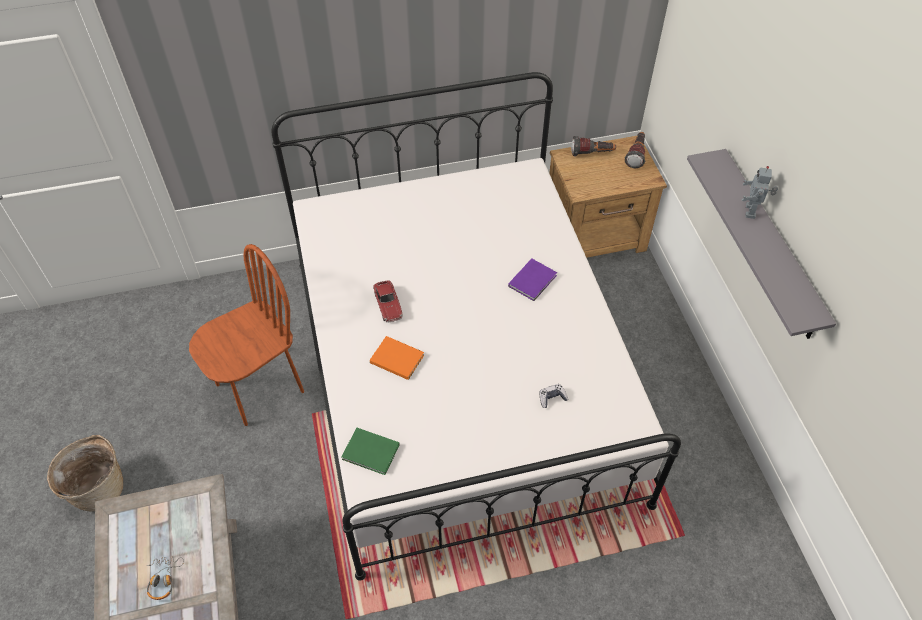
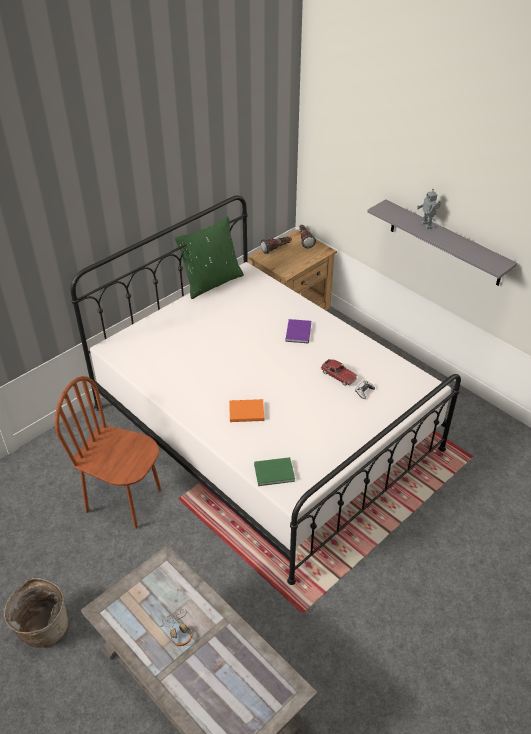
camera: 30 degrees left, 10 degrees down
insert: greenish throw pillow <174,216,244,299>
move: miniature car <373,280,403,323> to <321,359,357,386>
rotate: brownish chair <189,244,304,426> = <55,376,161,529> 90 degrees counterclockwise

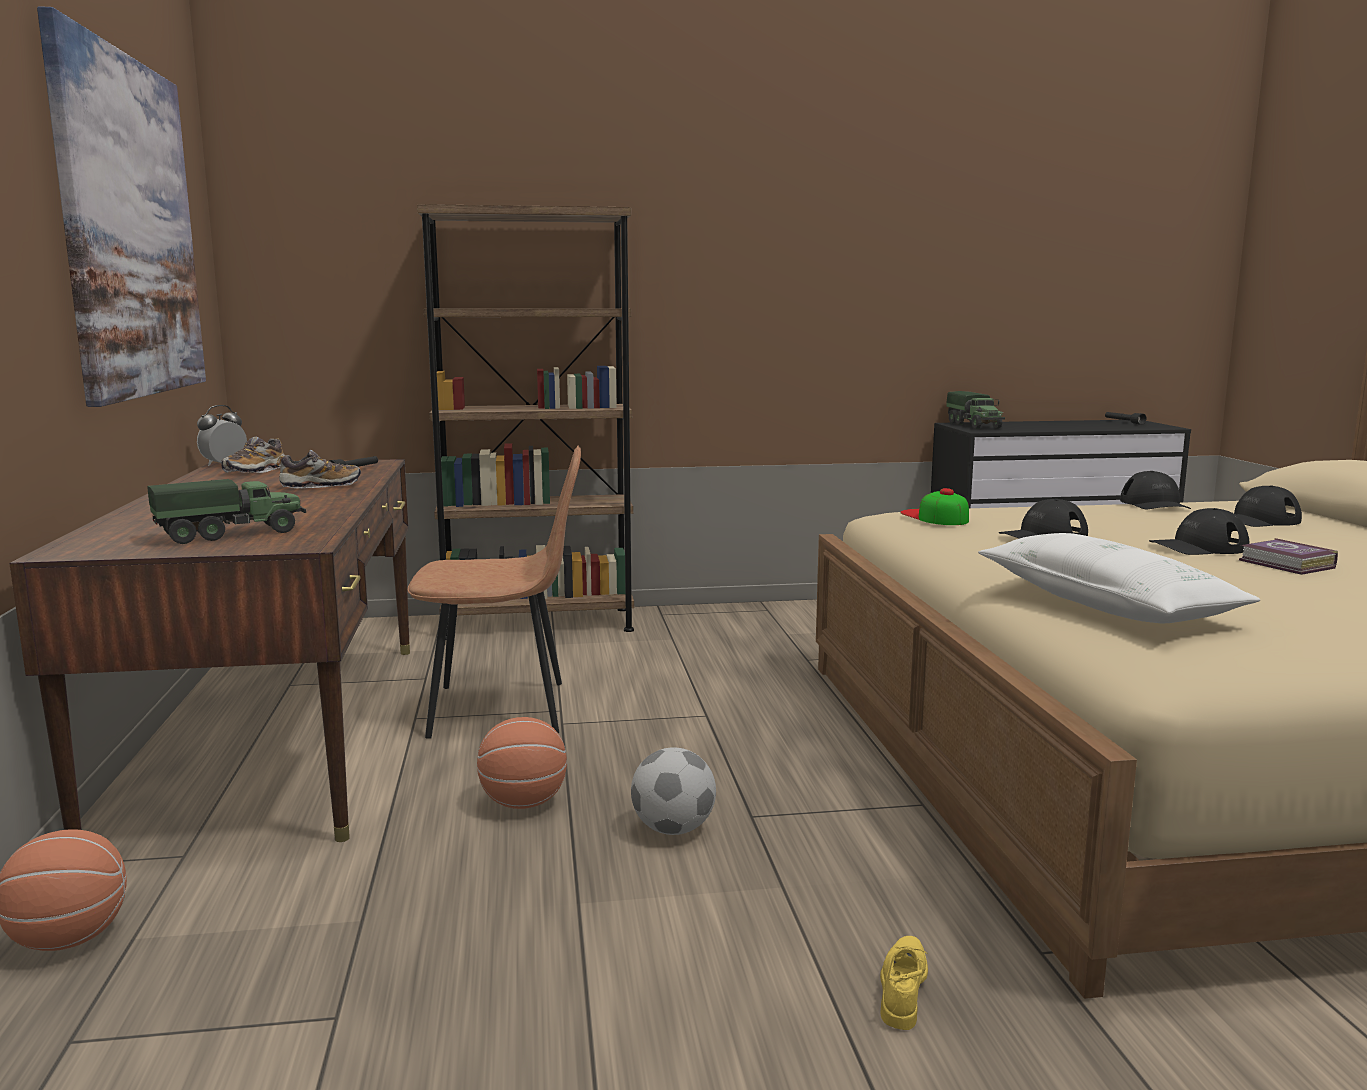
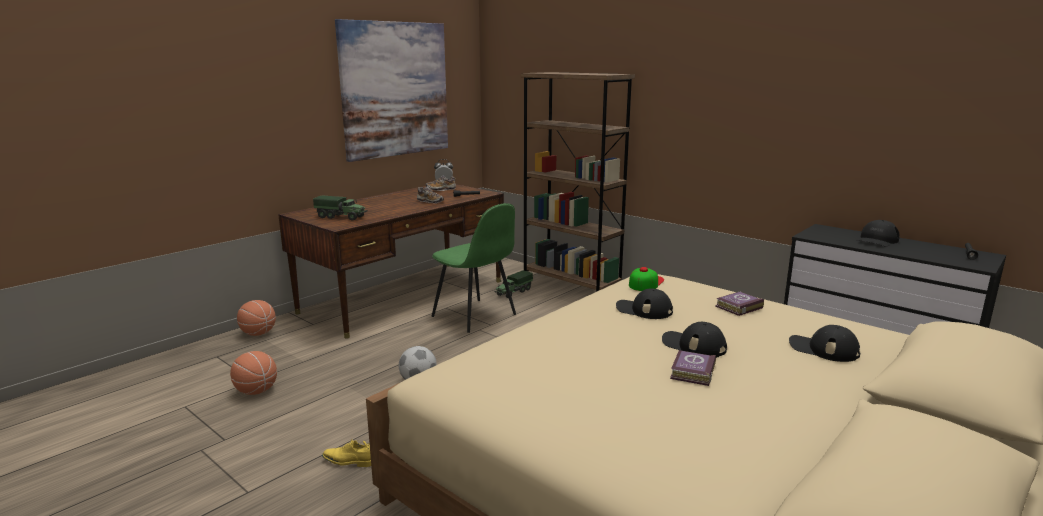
camera: 50 degrees right, 5 degrees up
delete: white-coloured throw pillow <978,533,1260,623>
insert: bound book <715,292,764,316>
move: ball for basketball <477,717,567,809> to <230,351,277,395>; toy truck <946,391,1005,429> to <494,270,533,298>; black-coloured peaked cap <1120,471,1191,509> to <856,220,900,246>
recolor: brownish chair <407,445,581,739> to greenish chair <432,203,516,333>
rotate: yellowish low shoe <880,936,928,1030> = <322,439,371,467> 150 degrees counterclockwise

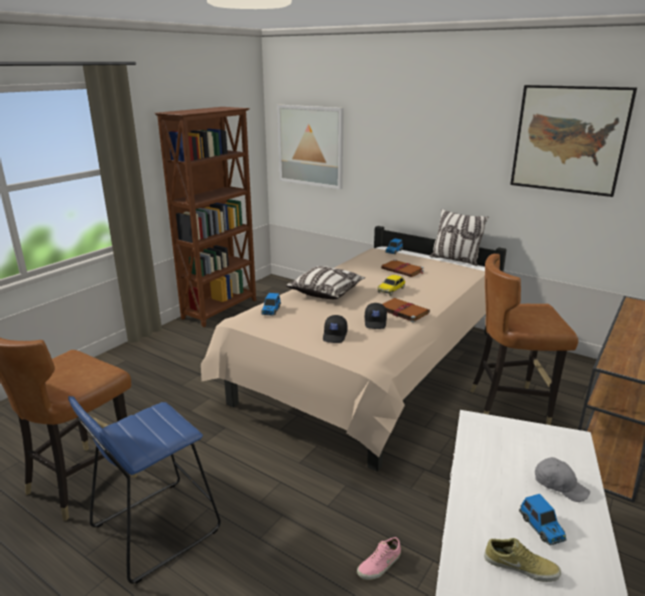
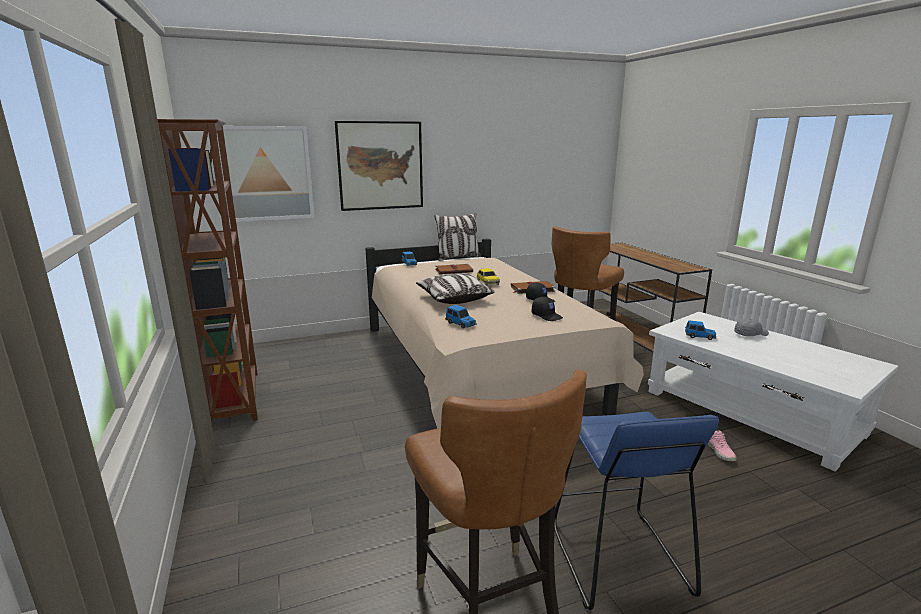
camera: 55 degrees left, 5 degrees down
delete: beige-coloured low shoe <484,538,561,582>
move: wall picture <510,85,637,197> to <335,121,423,211>; miniature car <519,494,566,546> to <685,320,716,340>

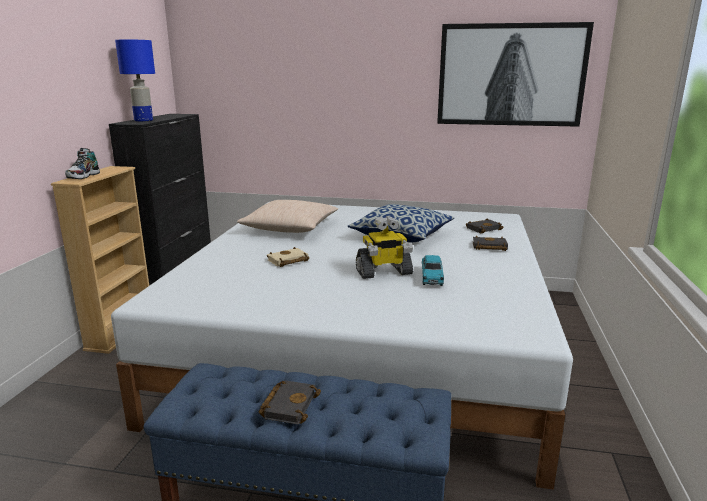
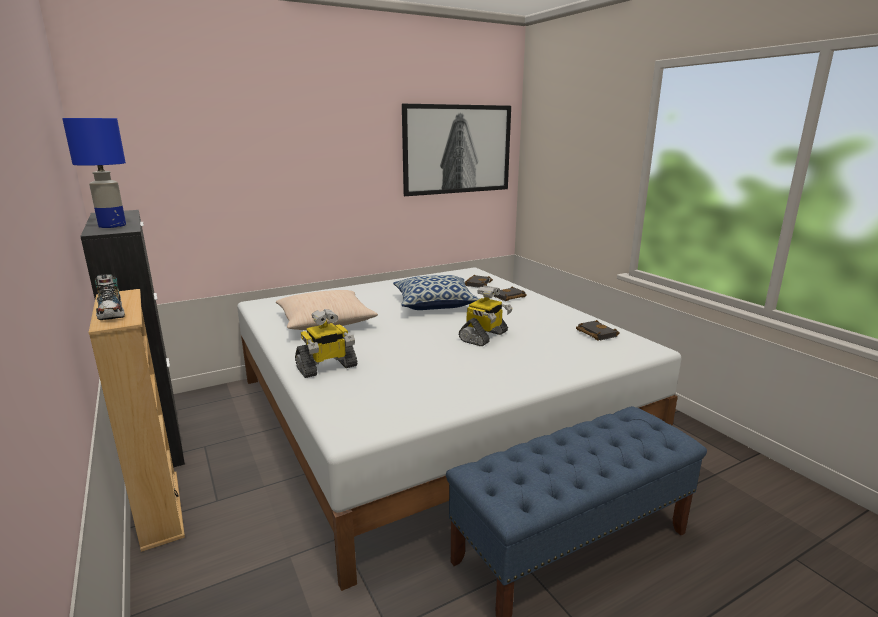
camera: 40 degrees left, 0 degrees up
delete: beige-coloured bound book <267,247,309,267>; blue-green miniature car <422,255,444,286>
insert: model robot <295,309,358,378>
move: black-coloured bound book <258,381,321,425> to <576,320,620,341>

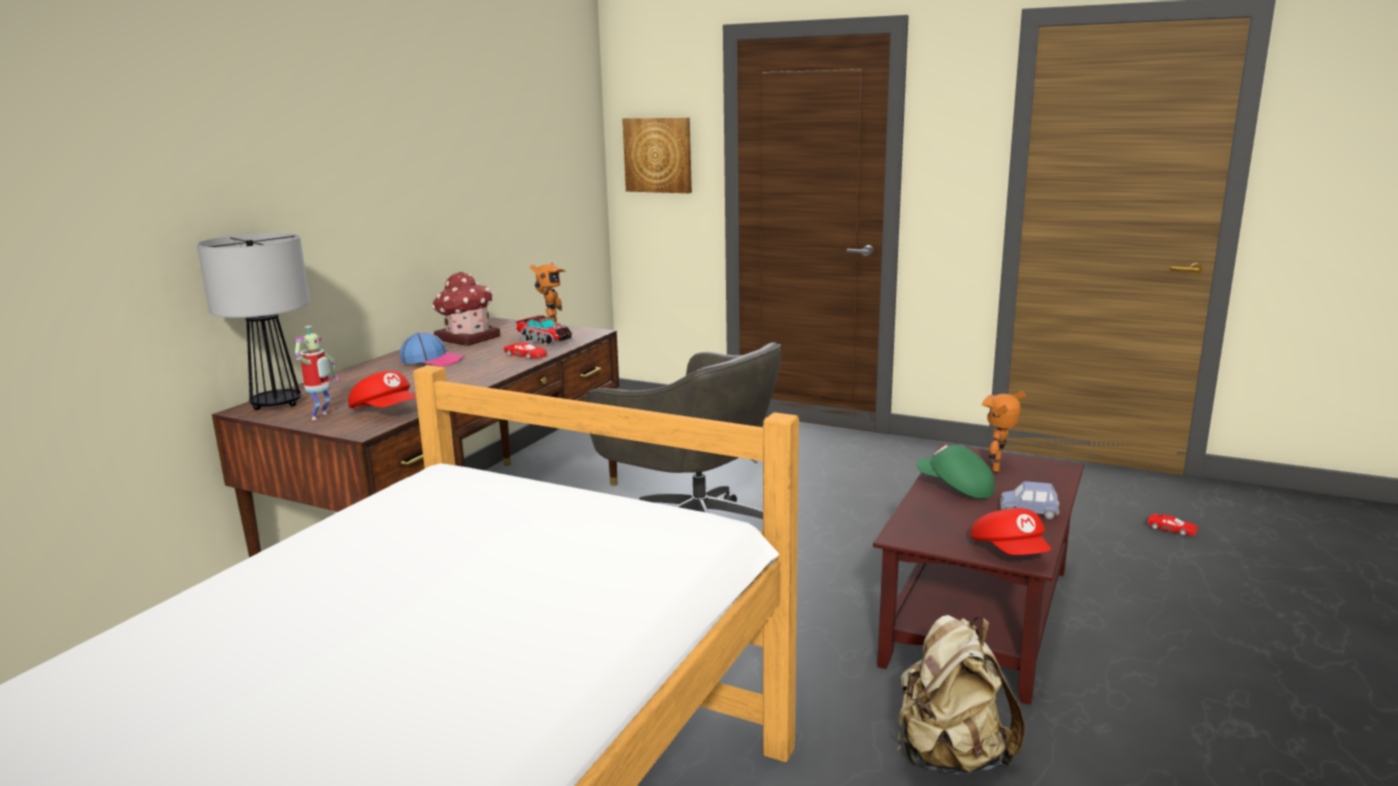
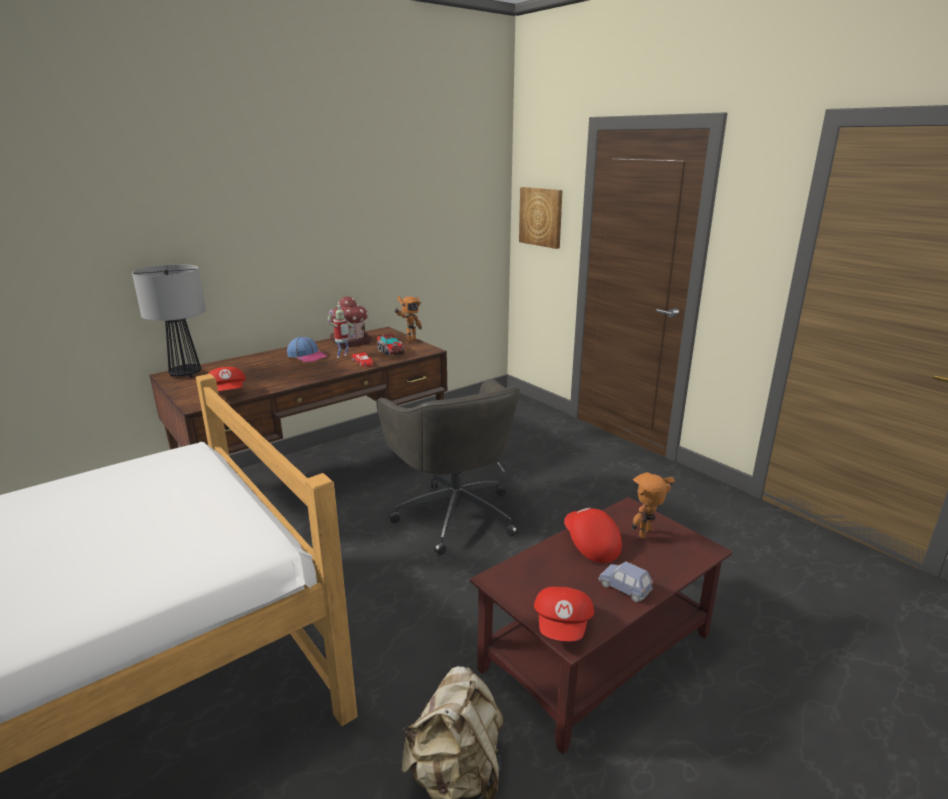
camera: 25 degrees right, 5 degrees up
delete: red-coloured miniature car <1147,513,1198,536>
move: model robot <295,326,338,420> to <327,305,355,358>
recolor: greenish peaked cap <917,445,995,499> to red-coloured peaked cap <564,507,622,563>

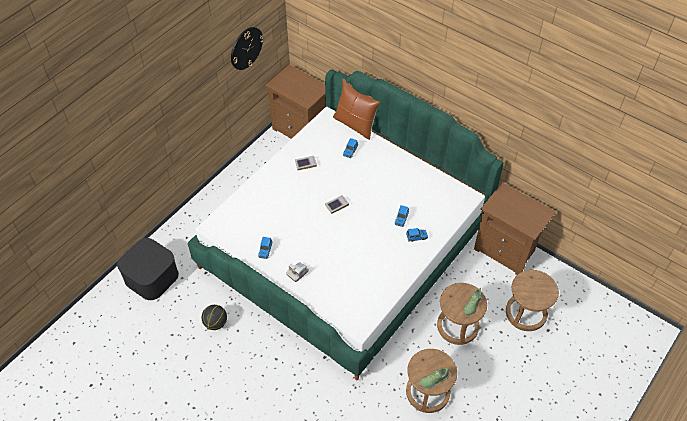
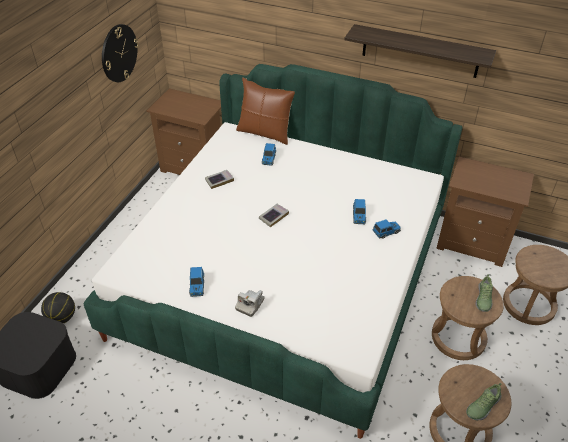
camera: 15 degrees left, 10 degrees down
insert: shelf <344,24,496,78>
move: ball for basketball <202,305,227,330> to <41,292,75,323>

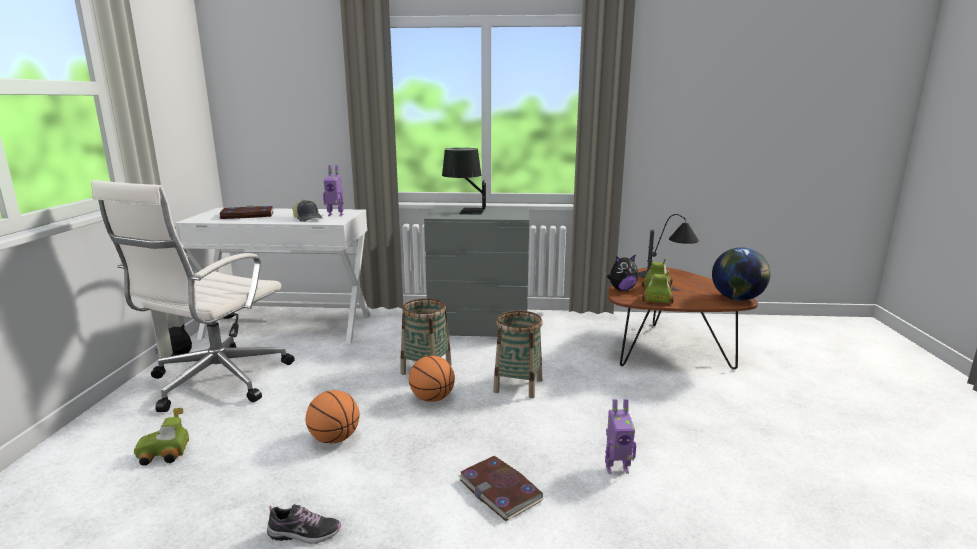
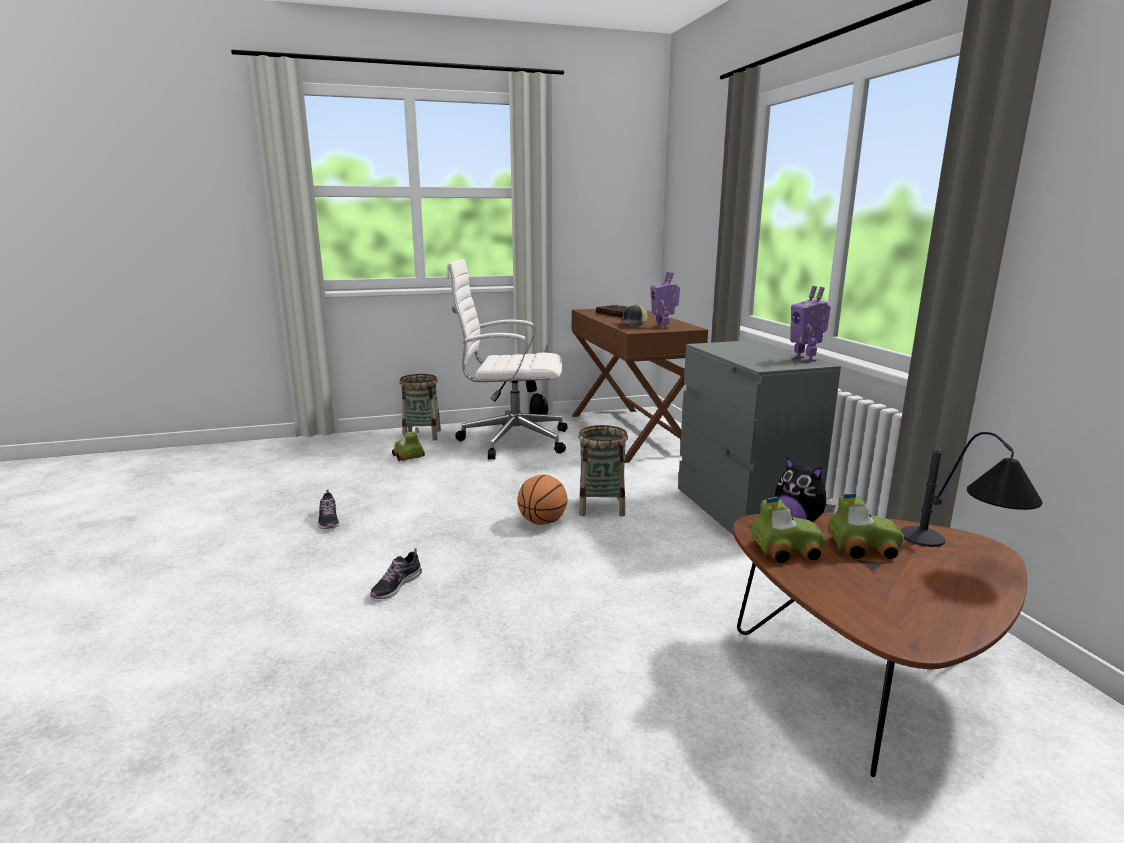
camera: 70 degrees right, 0 degrees up
delete: ball for basketball <306,390,360,443>; black-coloured table lamp <442,148,486,215>; desk globe <712,247,770,301>
move: storage basket <493,311,543,398> to <400,374,441,441>; model robot <605,399,636,474> to <791,286,831,362>
replace: bound book <458,456,543,521> to low shoe <370,548,422,599>
recolor: white-coloured desk <175,208,371,344> to brownish desk <572,309,708,463>

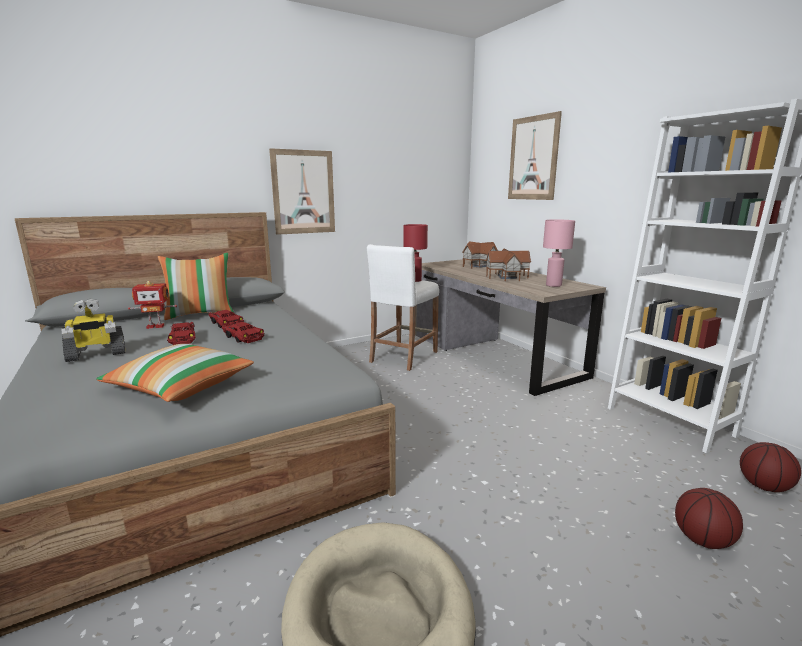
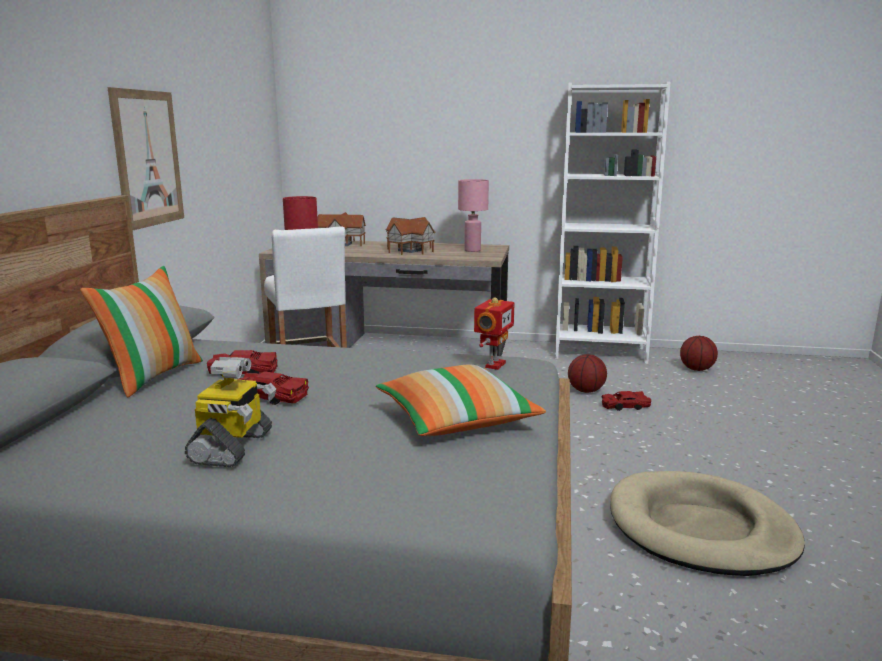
camera: 50 degrees left, 0 degrees up
delete: wall picture <508,111,562,200>
move: model robot <128,281,177,329> to <474,298,514,370>; red-coloured miniature car <222,322,265,343> to <602,391,651,411>; ball for basketball <675,488,743,549> to <568,354,607,393>

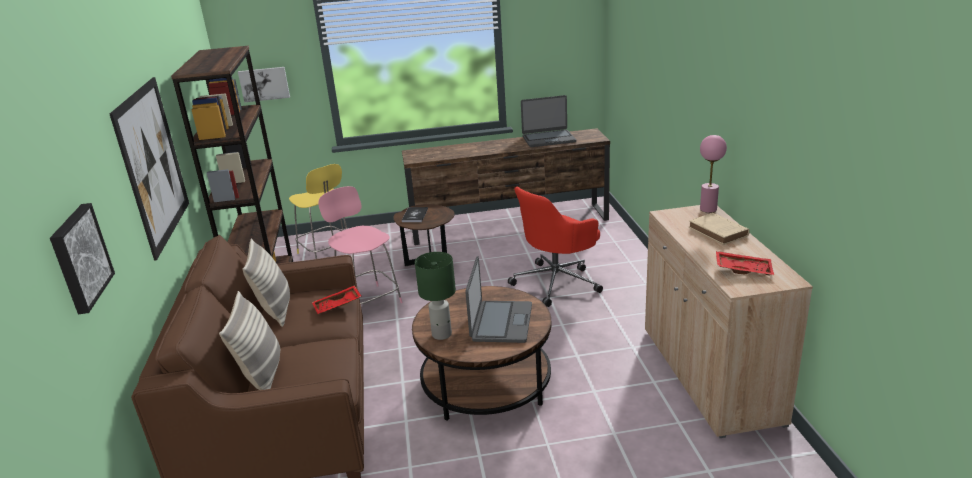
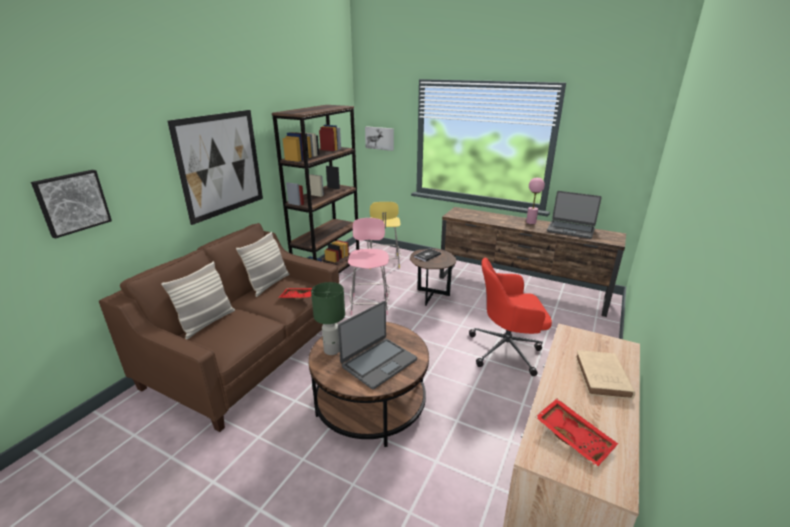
camera: 35 degrees right, 0 degrees up
move: pink-coloured table lamp <700,135,727,213> to <526,177,545,224>

